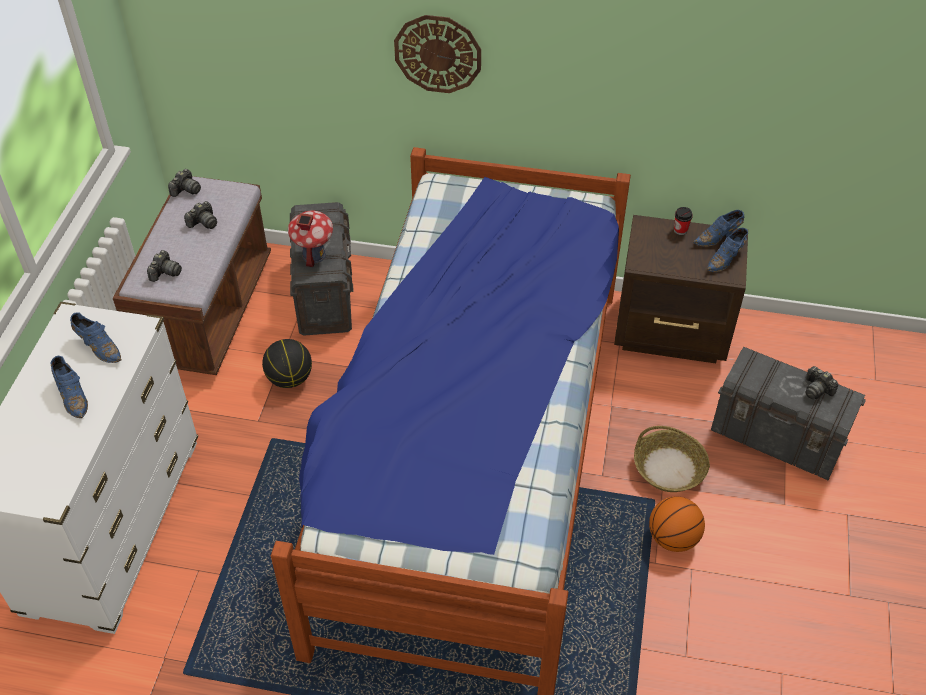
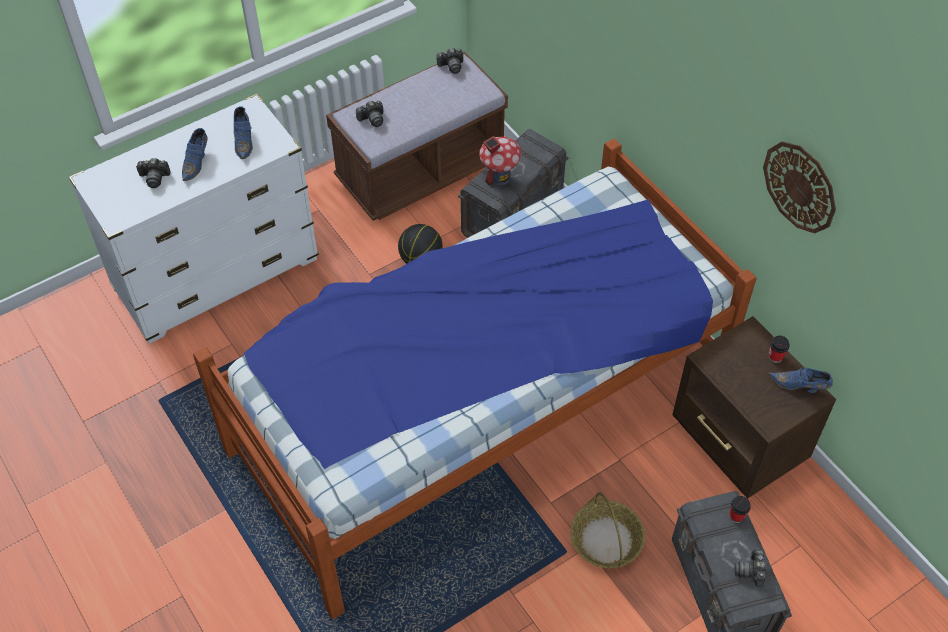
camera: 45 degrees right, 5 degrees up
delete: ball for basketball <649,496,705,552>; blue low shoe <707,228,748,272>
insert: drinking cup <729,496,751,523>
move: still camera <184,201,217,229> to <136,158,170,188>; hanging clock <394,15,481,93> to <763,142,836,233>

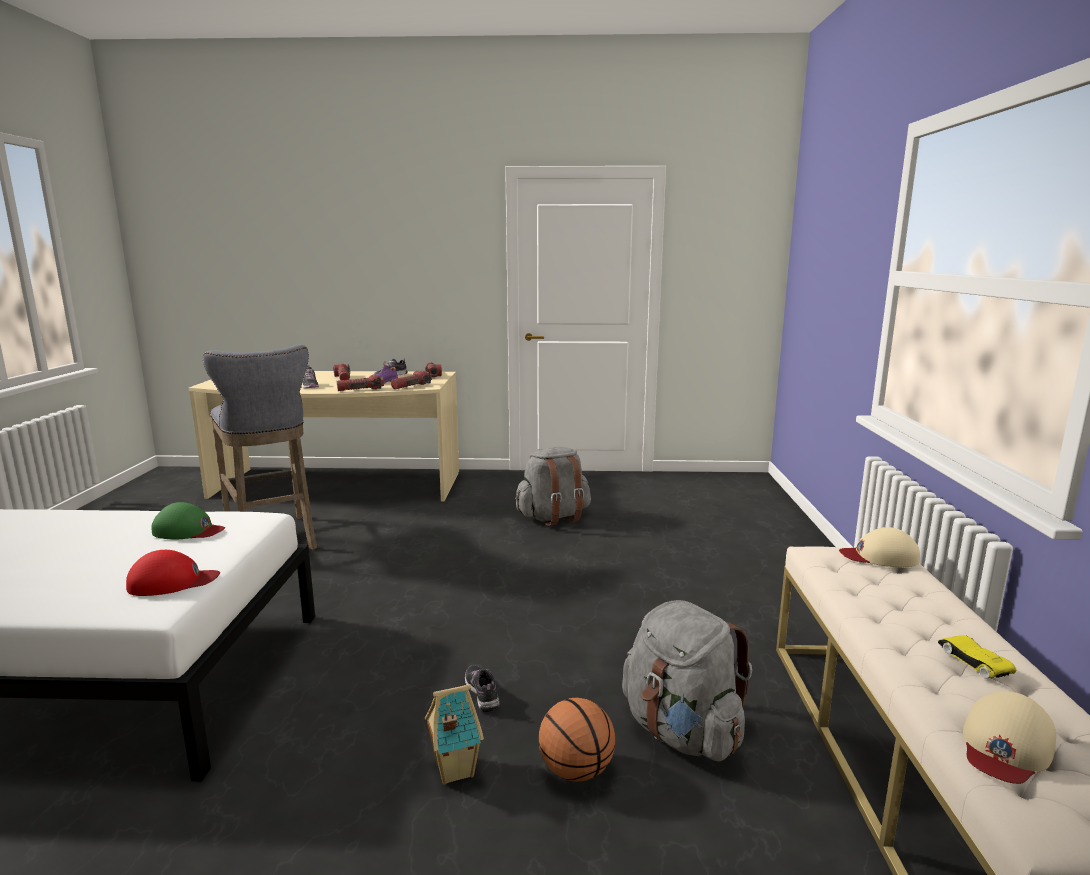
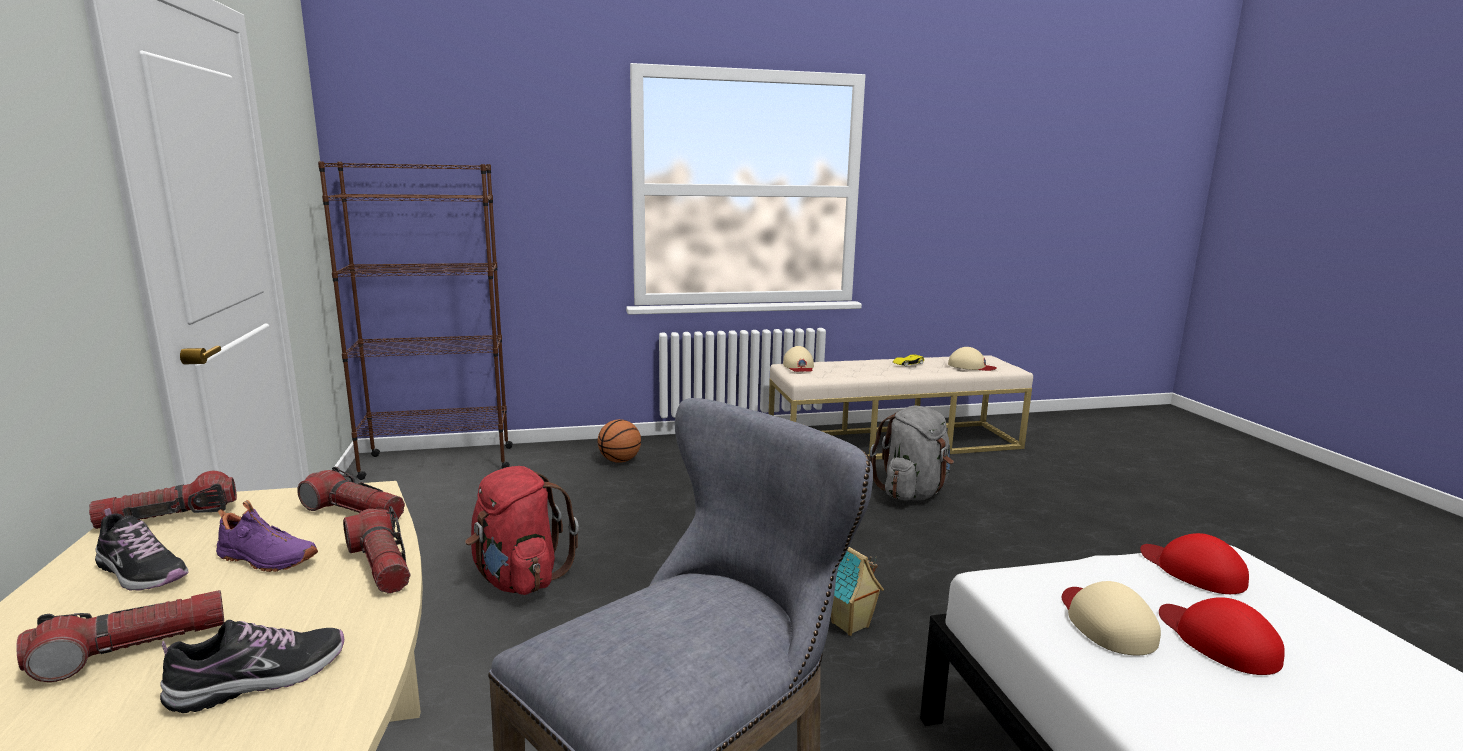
camera: 105 degrees left, 0 degrees up
delete: low shoe <465,665,500,712>
insert: brownish bookcase <318,161,513,480>; red-coloured peaked cap <1159,597,1285,675>
move: miniature house <425,684,484,785> to <831,547,884,636>; ball for basketball <538,698,615,782> to <598,419,641,463>
recolor: greenish peaked cap <151,502,225,539> to beige-coloured peaked cap <1061,581,1161,655>; gray backpack <515,447,591,526> to red-coloured backpack <465,466,579,595>

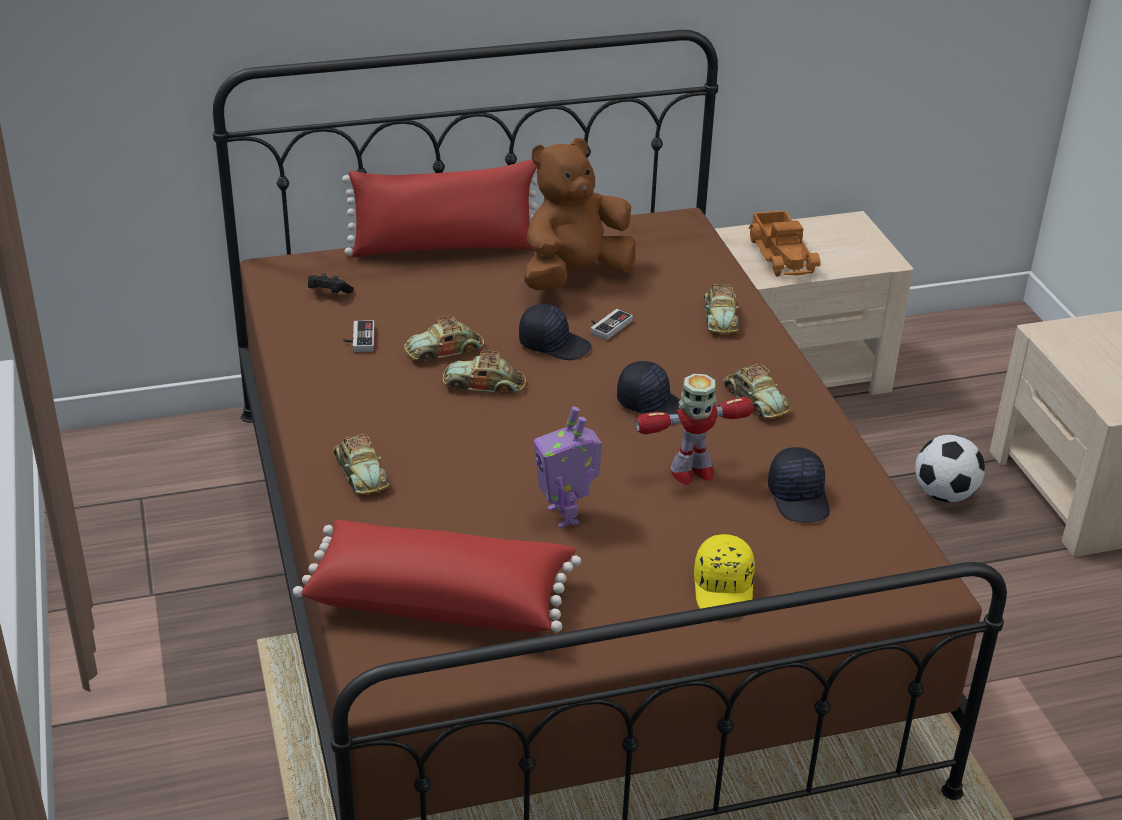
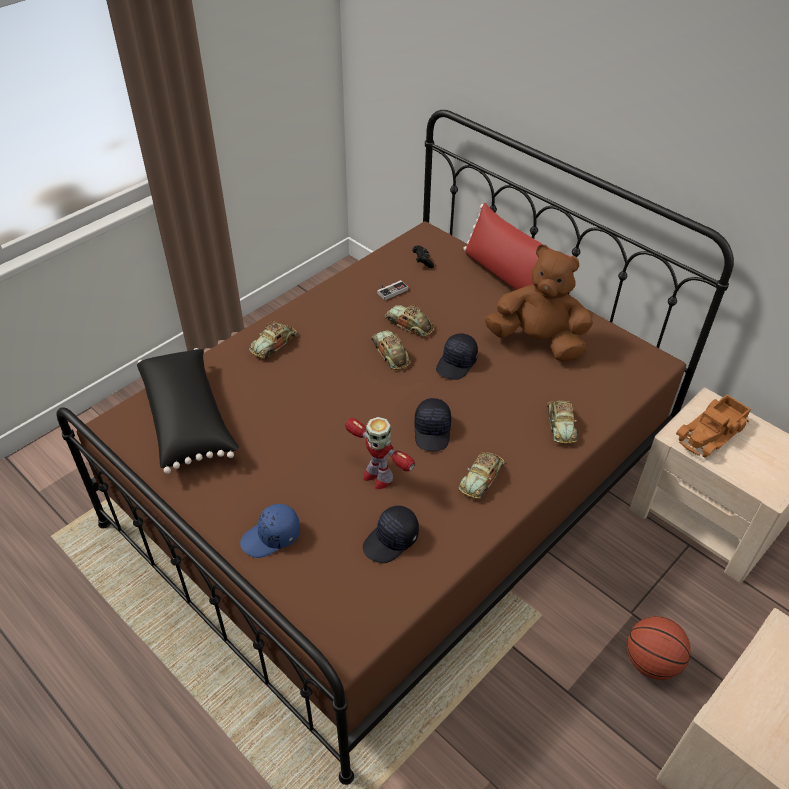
camera: 60 degrees right, 10 degrees up
delete: model robot <534,407,602,528>; game controller <590,309,633,340>
replace: football ball <915,435,985,502> to ball for basketball <627,616,691,680>
recolor: red-coloured throw pillow <293,520,581,632> to black-coloured throw pillow <137,348,239,474>; yellowish peaked cap <694,534,755,609> to blue peaked cap <240,504,300,558>
rotate: black-coloured peaked cap <519,304,592,360> = <436,333,478,380> 45 degrees clockwise; miniature car <704,284,739,333> = <547,400,577,443> 60 degrees counterclockwise

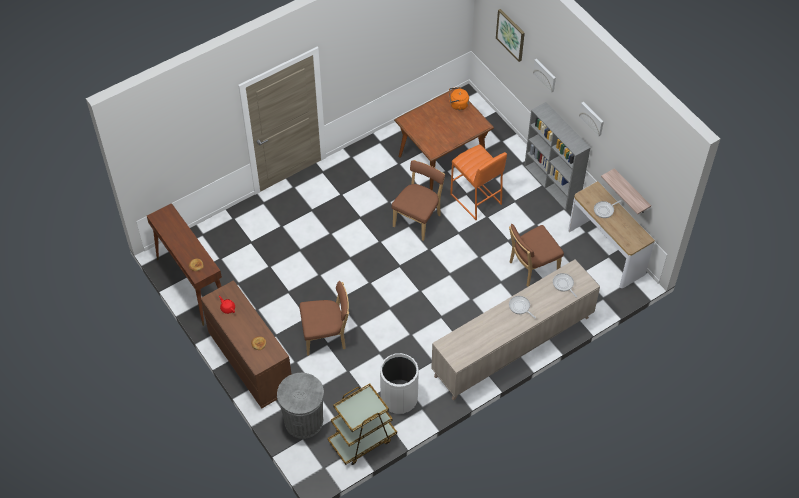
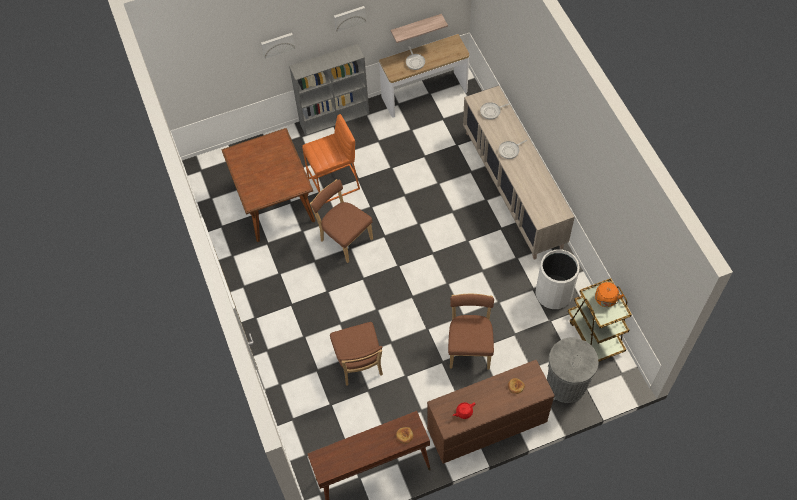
camera: 75 degrees left, 5 degrees up
delete: wall picture <496,9,525,62>
move: orangey tea kettle <449,87,469,110> to <595,282,624,307>; brownish chair <509,224,564,287> to <330,322,383,385>

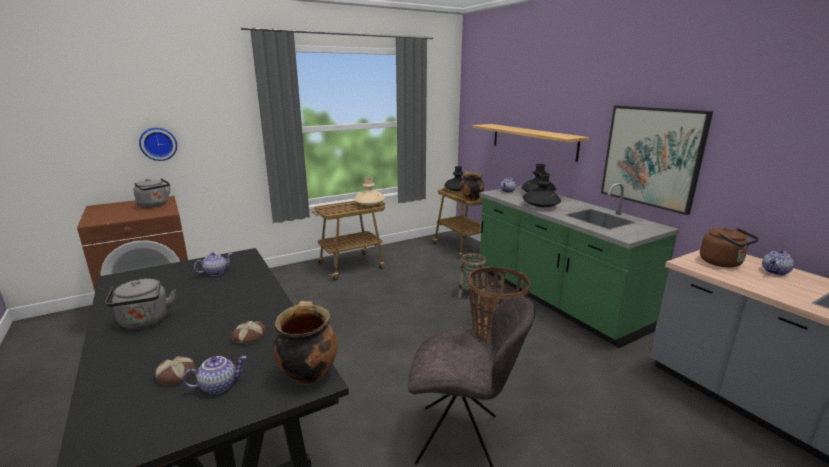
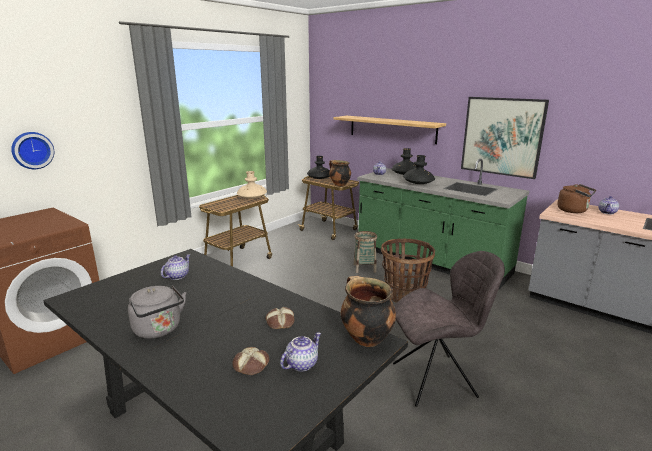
camera: 20 degrees left, 0 degrees up
delete: gray tea kettle <133,178,170,208>

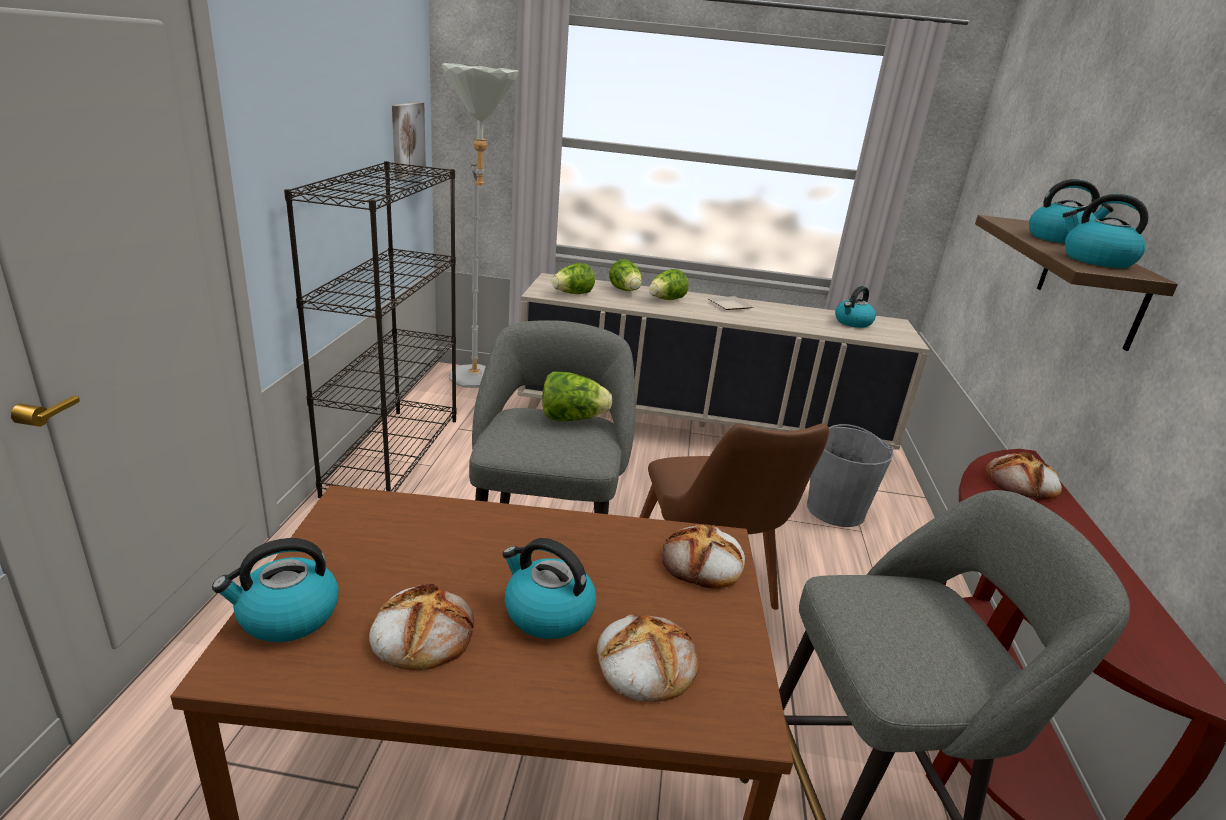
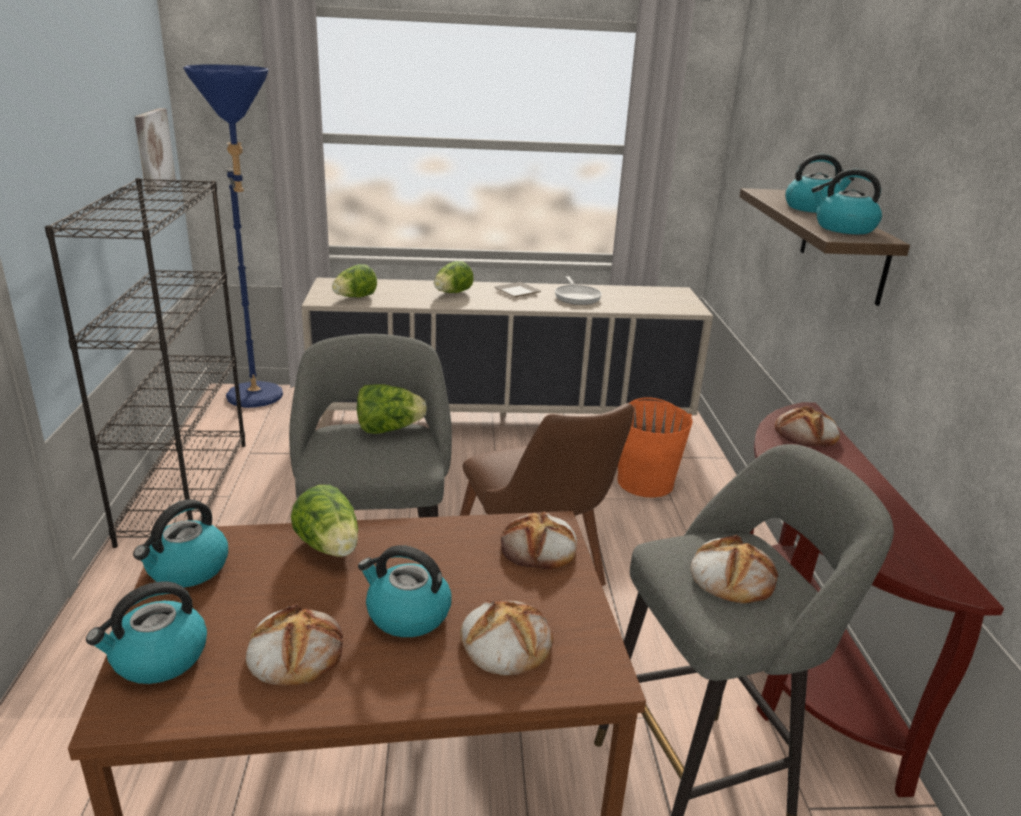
camera: 10 degrees left, 0 degrees up
insert: pan <555,276,602,305>; baked bread <691,535,778,603>
move: head of lettuce <609,259,642,291> to <291,485,358,557>; tea kettle <835,286,876,328> to <133,499,228,588>
recolor: gray floor lamp <442,63,519,388> to blue floor lamp <183,64,283,408>; gray bucket <807,424,894,527> to orangey bucket <617,397,693,498>

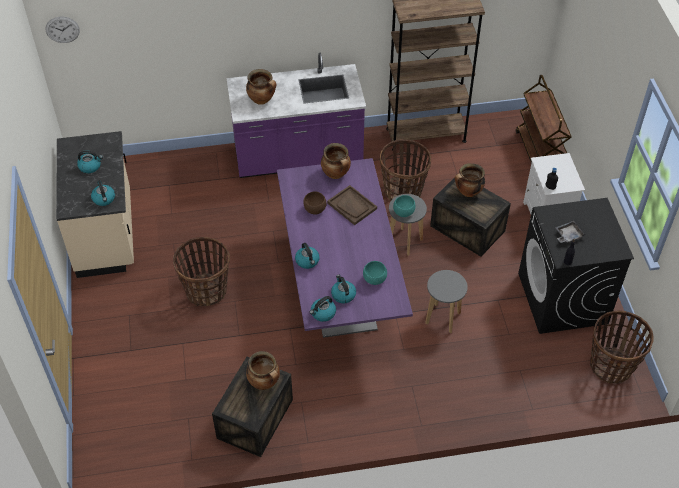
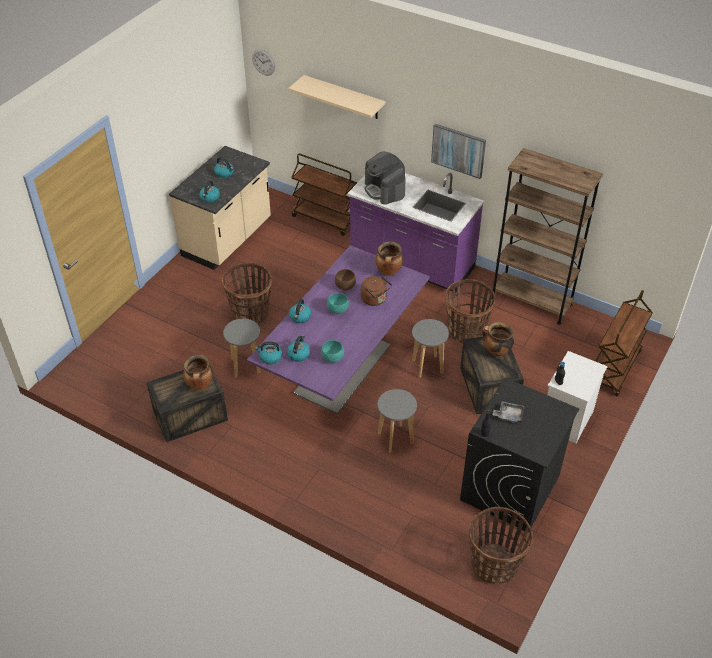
camera: 40 degrees right, 5 degrees down
insert: gray stool <223,319,261,378>; beige-coloured shelf <288,75,386,119>; brownish trolley <291,154,357,236>; wall picture <431,124,486,179>
move: blue-green bowl <393,195,416,217> to <327,293,349,314>
replace: saucepot <246,69,276,105> to coffee machine <365,152,406,205>; brownish carrying tray <327,185,377,225> to brownish tea kettle <361,276,392,306>

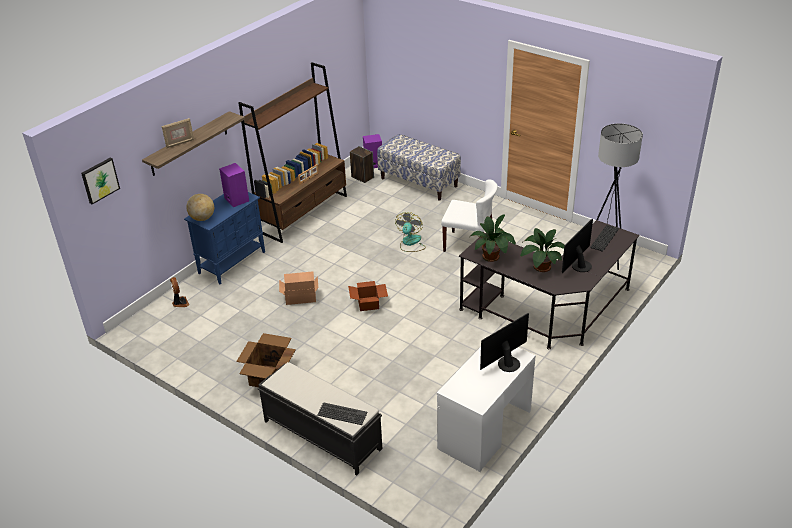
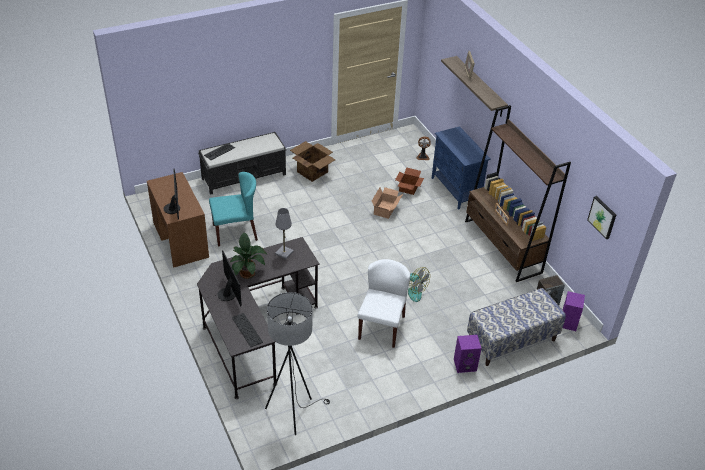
camera: 115 degrees right, 5 degrees up
delete: desk globe <186,194,214,221>
insert: blue-green chair <209,172,258,246>
move: wall picture <81,158,120,204> to <587,196,616,239>; purple-coloured speaker <219,163,249,207> to <454,335,482,373>; carton <348,281,388,311> to <395,167,424,195>
replace: plant in a pot <471,214,516,262> to gray table lamp <275,208,294,259>
recolor: white-coloured desk <437,347,536,472> to brownish desk <147,172,209,268>
rotate: white-coloured chair <441,179,497,252> = <358,259,410,348> 150 degrees clockwise

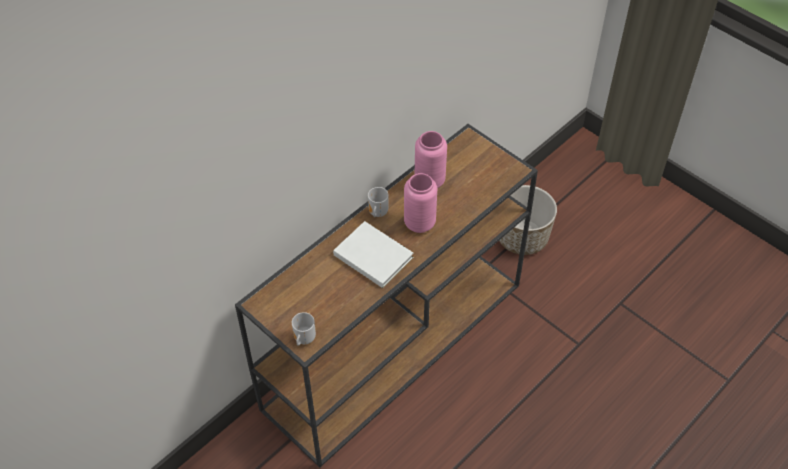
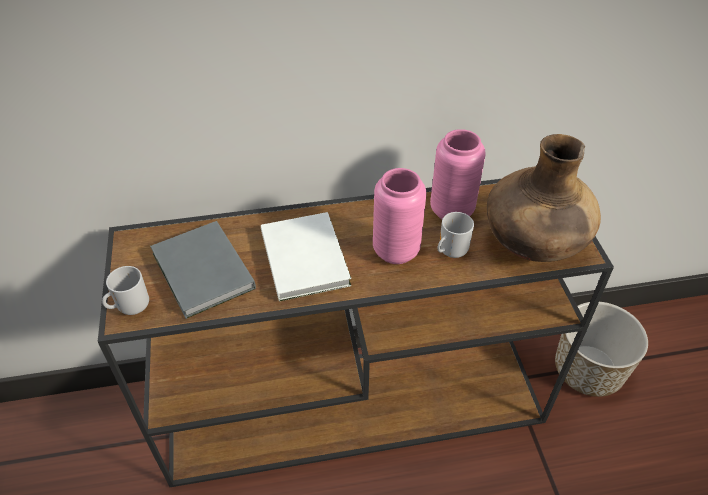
camera: 35 degrees right, 5 degrees down
insert: gray bound book <150,221,256,319>; brownish decorative vase <487,134,601,262>
move: coffee mug <368,187,389,217> to <437,212,474,258>

